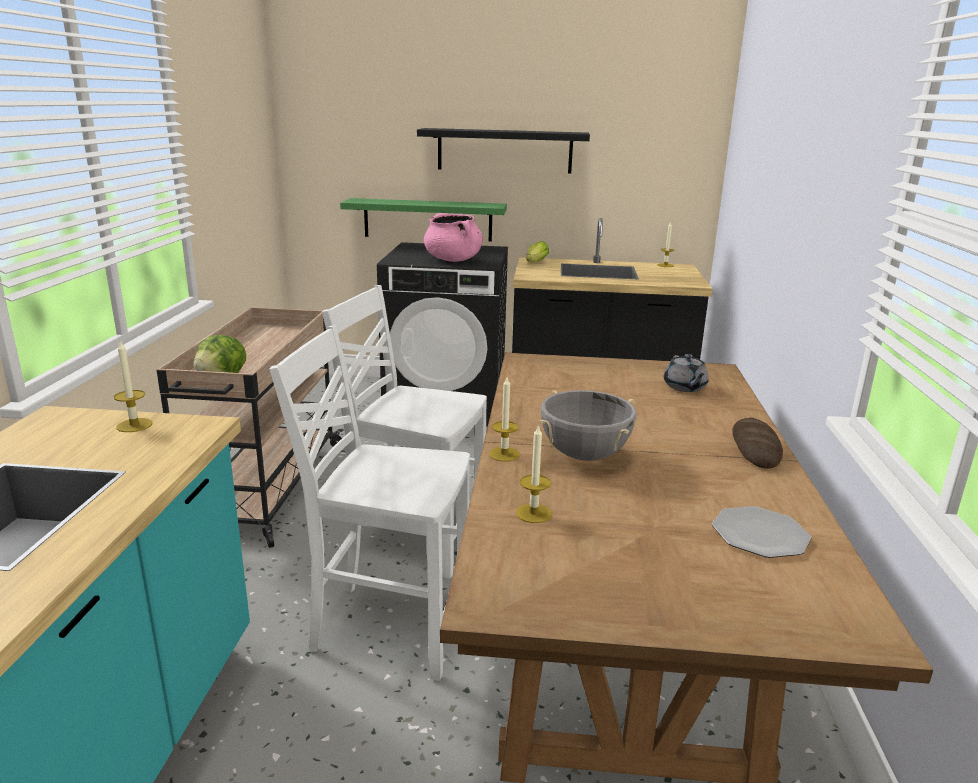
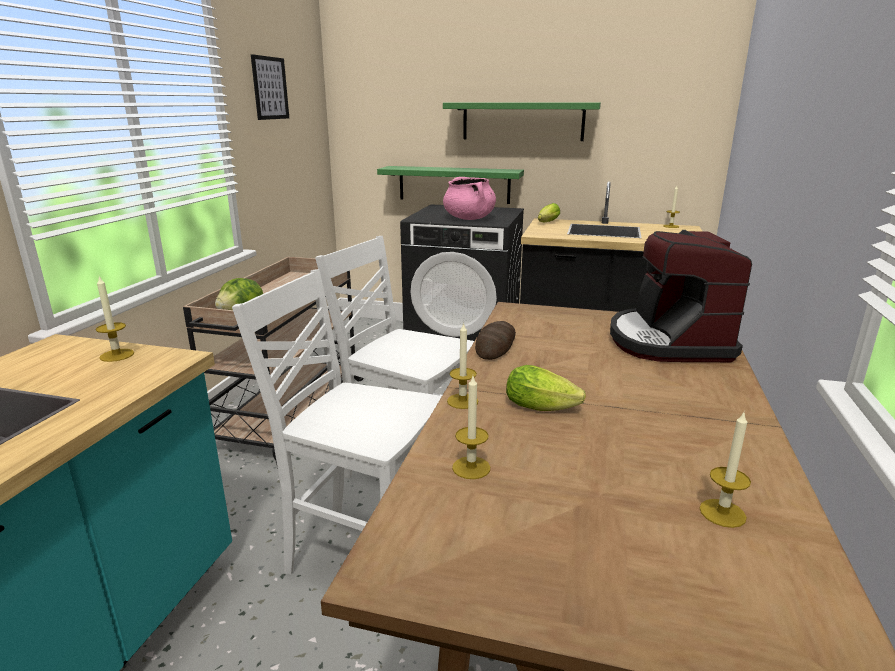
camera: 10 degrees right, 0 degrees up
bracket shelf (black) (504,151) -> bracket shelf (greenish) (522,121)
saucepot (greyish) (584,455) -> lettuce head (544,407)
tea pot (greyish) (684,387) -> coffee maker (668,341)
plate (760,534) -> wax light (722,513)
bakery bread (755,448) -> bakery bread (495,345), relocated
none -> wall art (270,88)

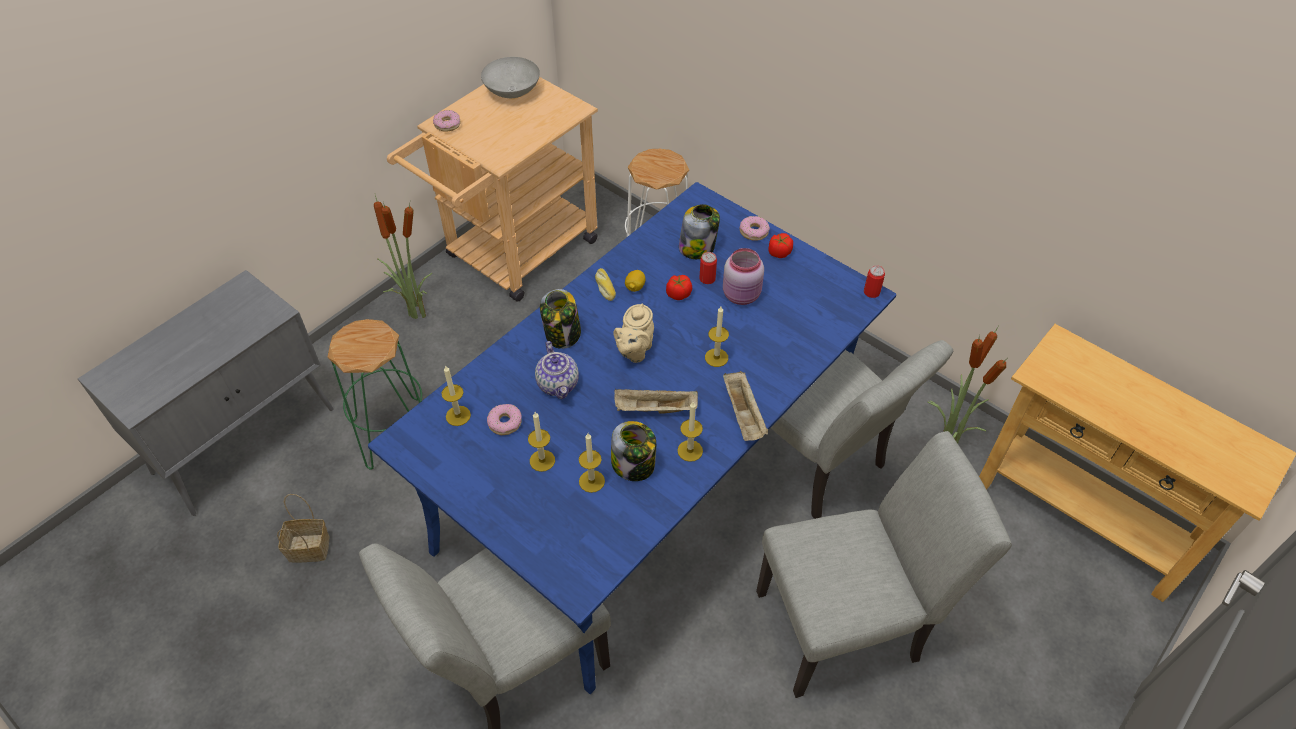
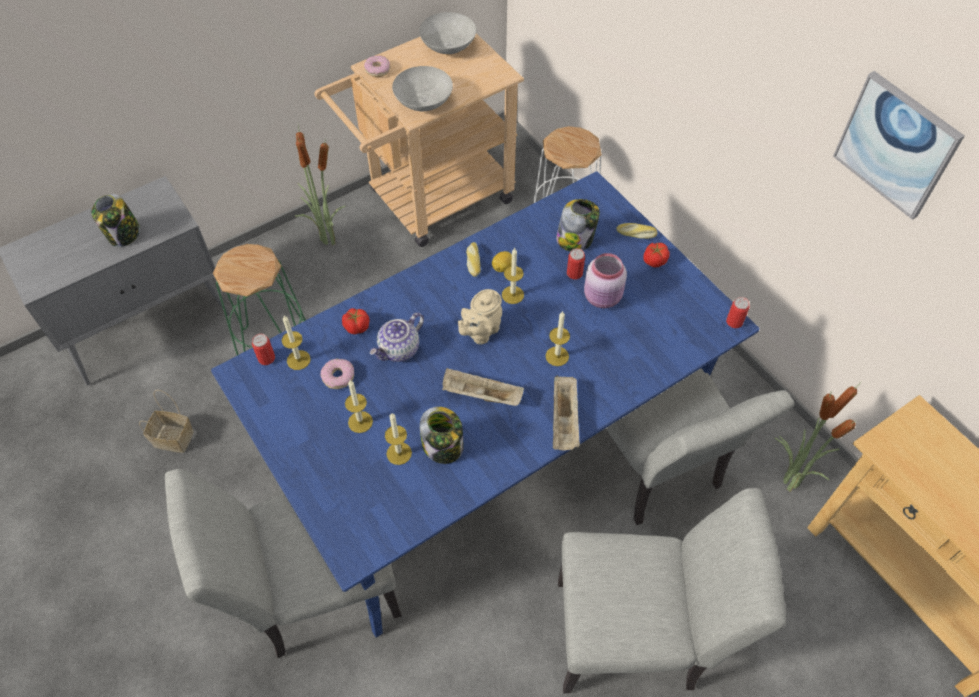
camera: 15 degrees right, 5 degrees up
tea pot (558,384) -> tea pot (399,350), 45 degrees clockwise
storage jar (563,334) -> storage jar (124,235), relocated
fresh tomato (678,294) -> fresh tomato (356,327), relocated
wax light (690,450) -> wax light (512,295), relocated
ring doughnut (753,232) -> bakery bread (636,234)
none -> metal can (266,358)
none -> bowl (greyish) (423,104)
none -> wall art (896,145)

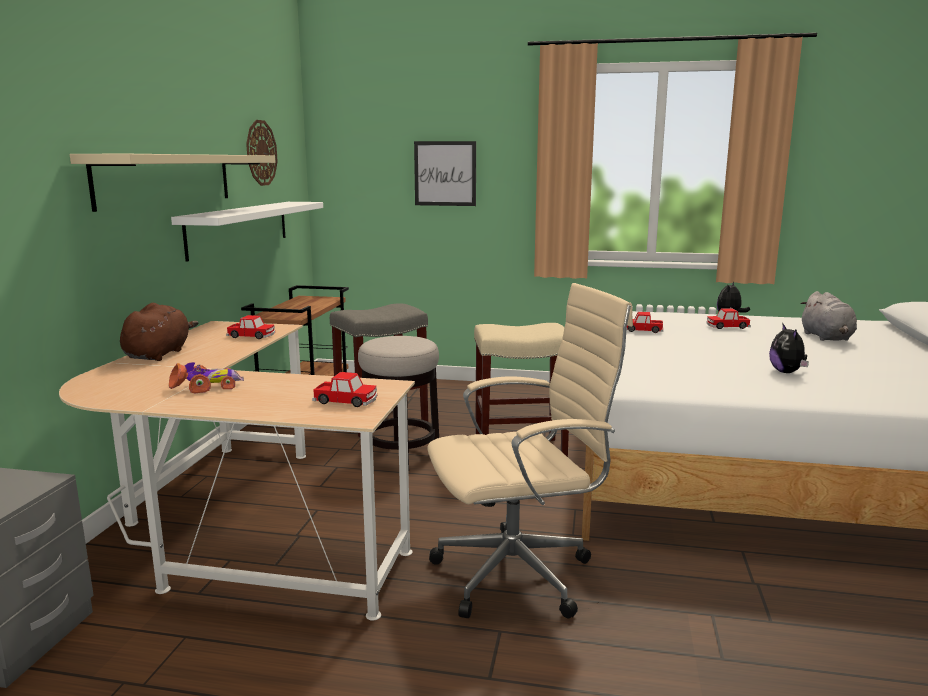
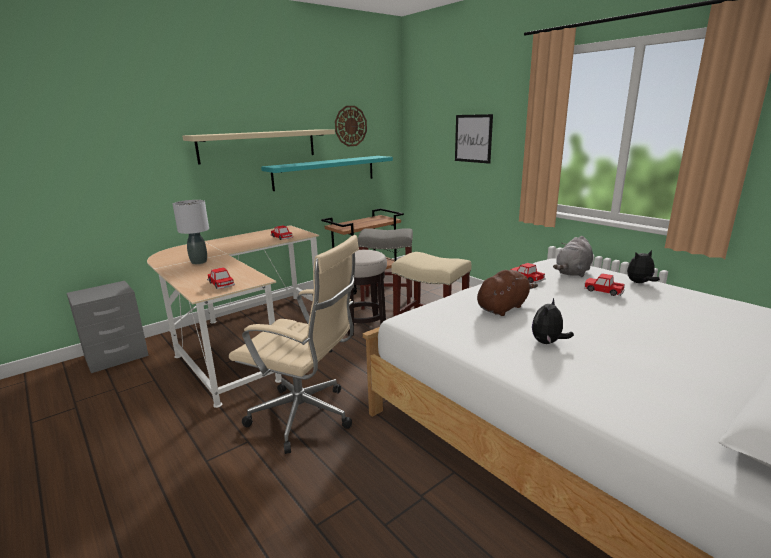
camera: 40 degrees right, 5 degrees up
cuddly toy (brownish) (159,354) -> cuddly toy (brownish) (503,307), relocated
model car (207,387) -> lamp for a table (greyish) (199,262)
bracket shelf (whitish) (239,228) -> bracket shelf (turquoise-coloured) (325,172)
cuddly toy (greyish) (827,338) -> cuddly toy (greyish) (573,272), relocated

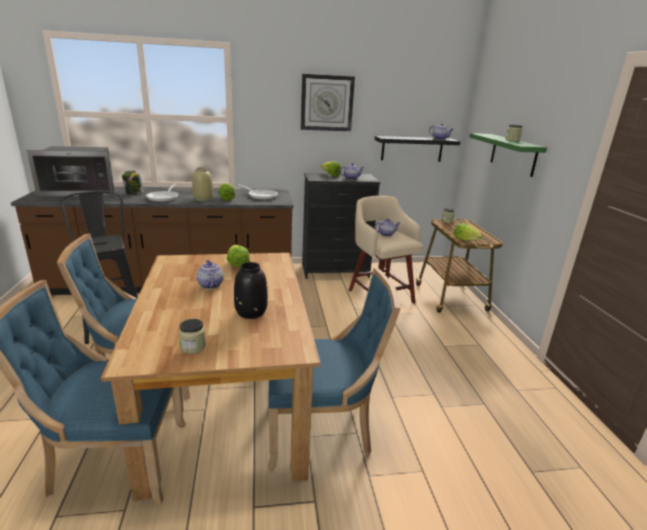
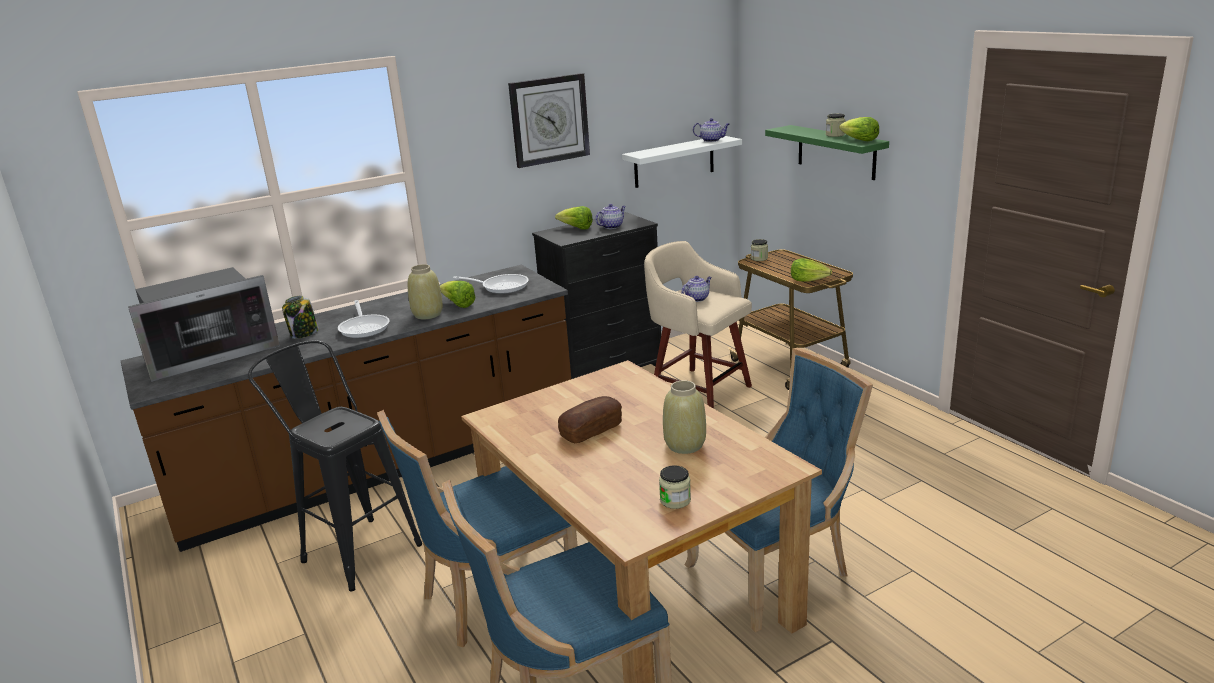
camera: 20 degrees left, 0 degrees up
tea pot (210,285) -> bakery bread (591,430)
lettuce head (237,264) -> lettuce head (858,140), relocated
vase (black) (251,312) -> vase (sand-coloured) (685,445)
bracket shelf (black) (412,149) -> bracket shelf (whitish) (674,162)

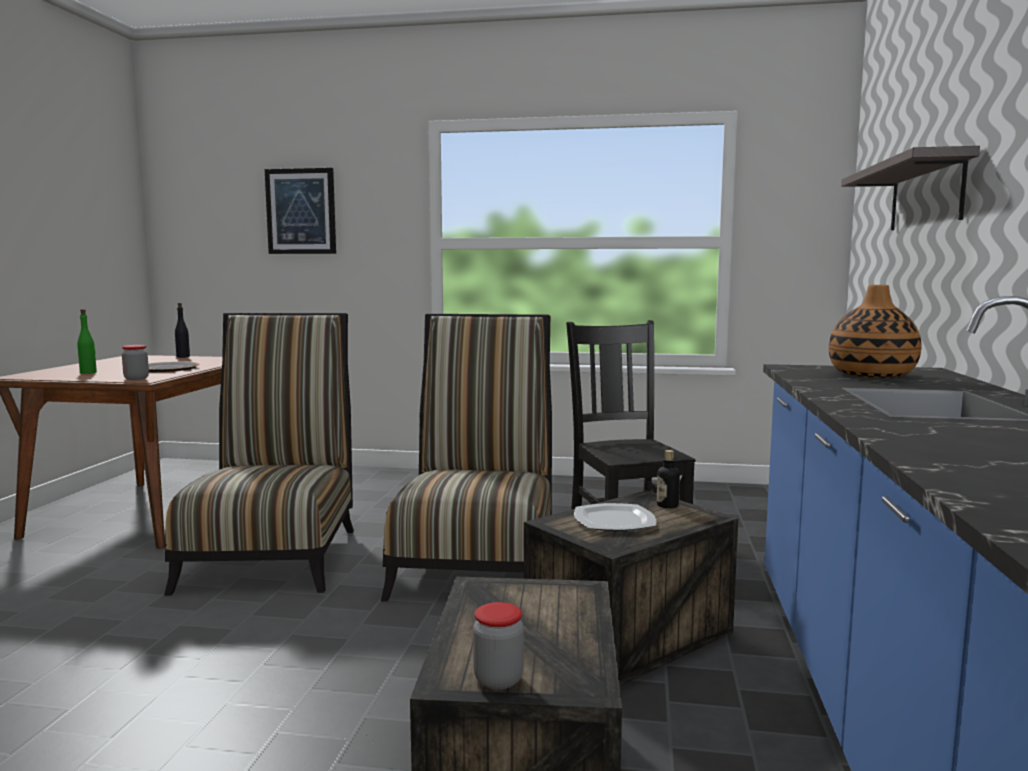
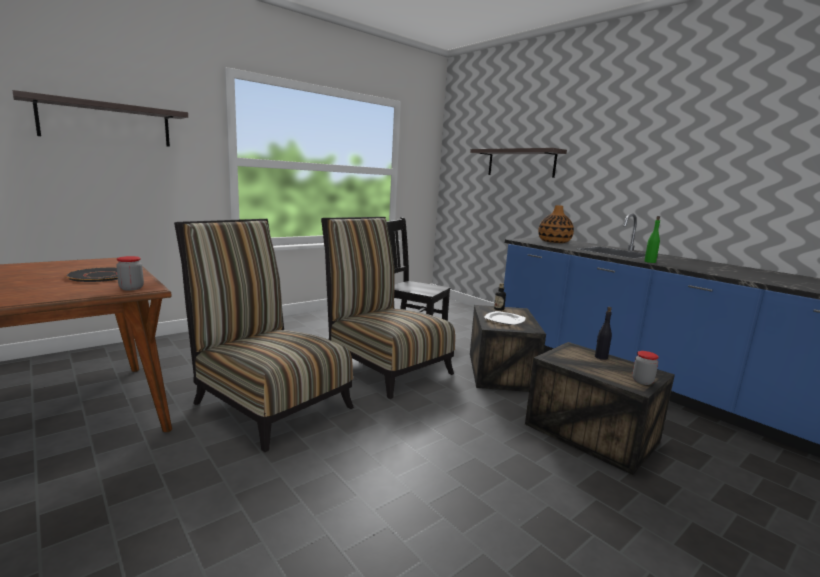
camera: 50 degrees left, 5 degrees up
beverage bottle (greenish) (88,372) -> beverage bottle (greenish) (649,262), relocated
beverage bottle (black) (183,357) -> beverage bottle (black) (601,357), relocated
wall art (301,211) -> bracket shelf (106,123)

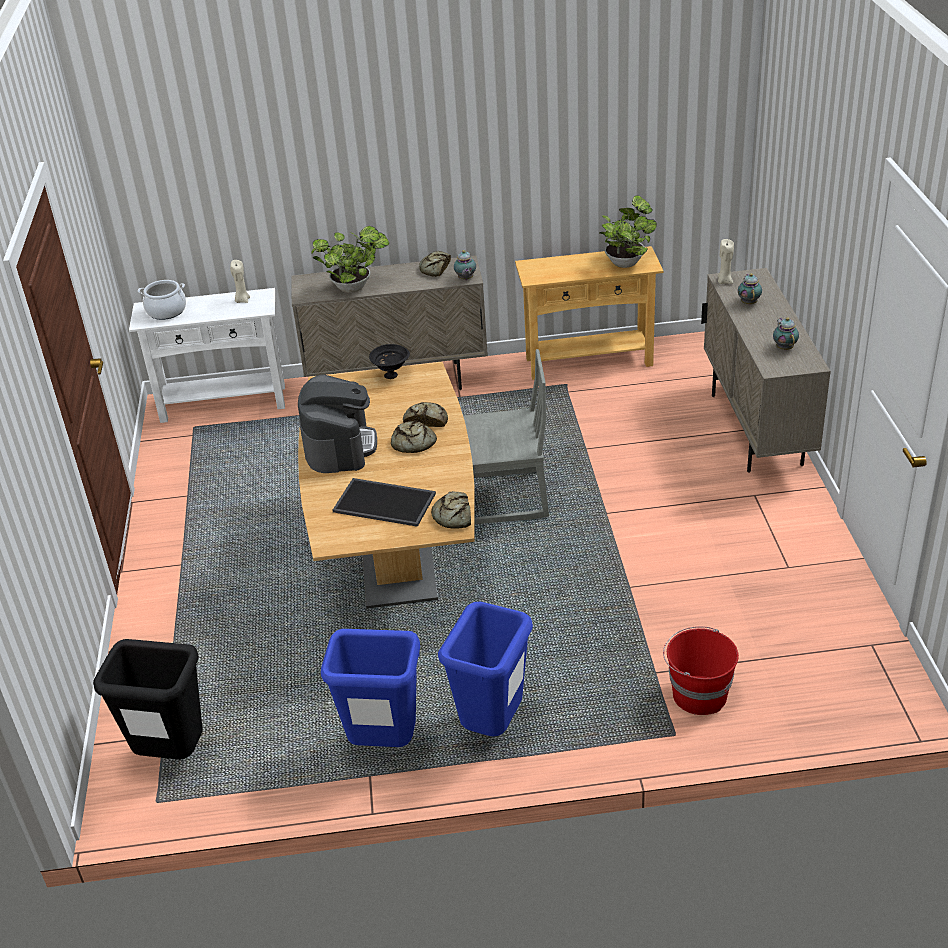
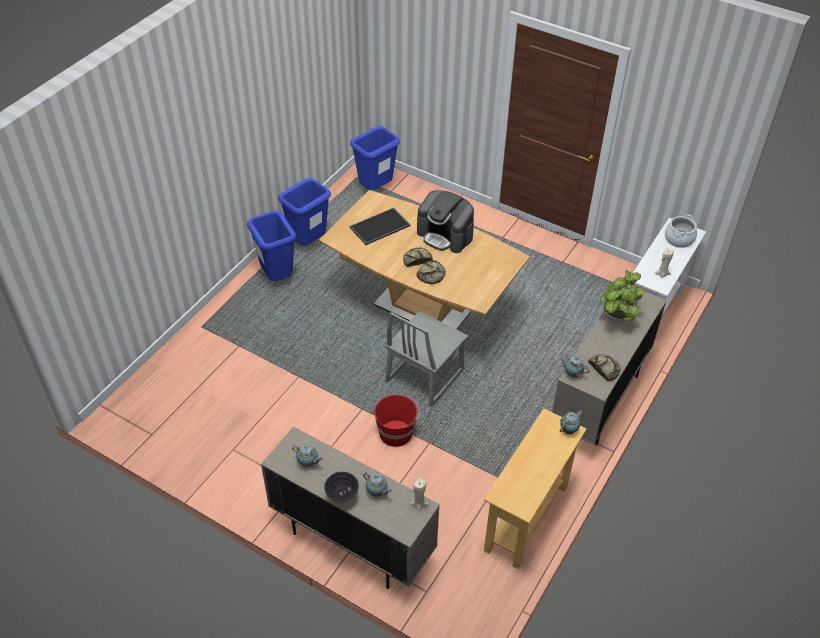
camera: 125 degrees right, 10 degrees up
rubbish bin (black) (171,756) -> rubbish bin (bluish) (376,189)
bowl (black) (392,375) -> bowl (black) (342,498), relocated
bakery bread (453,516) -> none
plant in a pot (626,262) -> none
water bucket (red-coloured) (698,694) -> water bucket (red-coloured) (396,432), relocated
none -> tea pot (569,430)

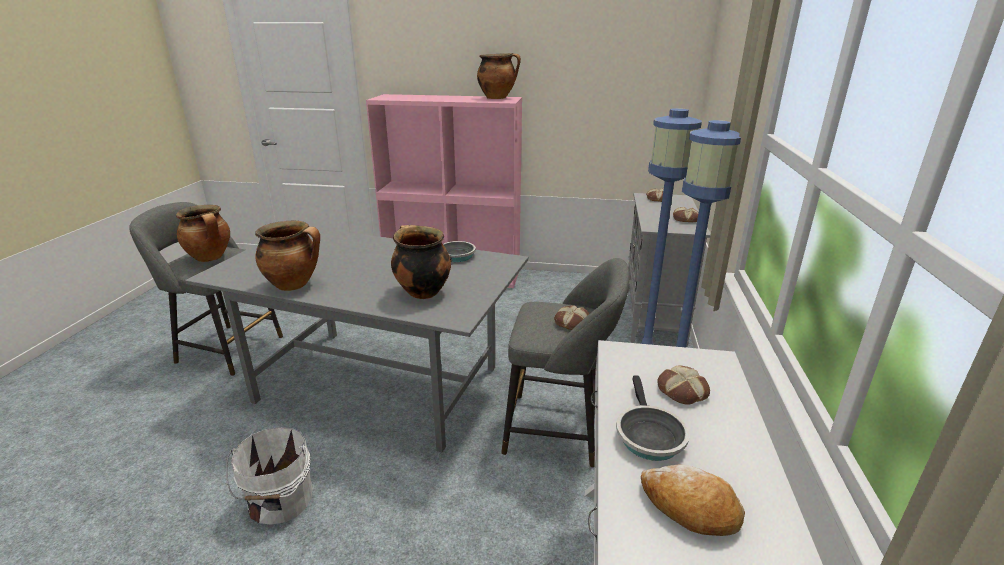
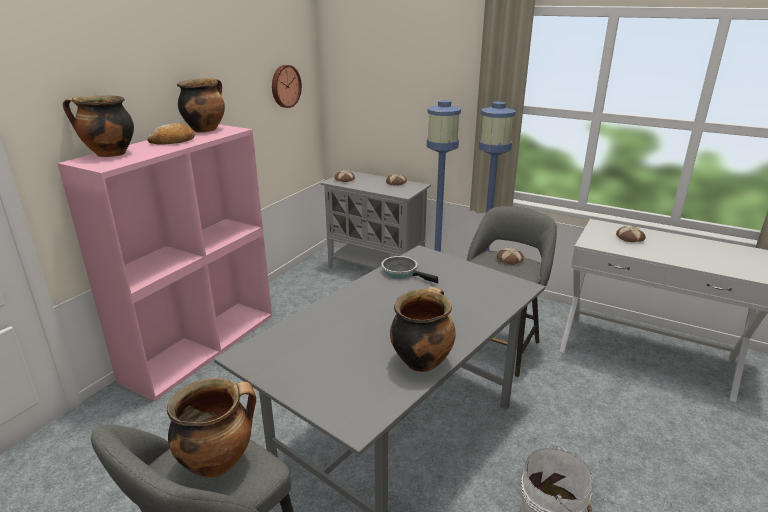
camera: 70 degrees left, 0 degrees up
saucepot (422,292) -> saucepot (109,154), relocated
pan (648,435) -> none
bakery bread (689,508) -> bakery bread (173,141), relocated
none -> clock on the wall (285,86)

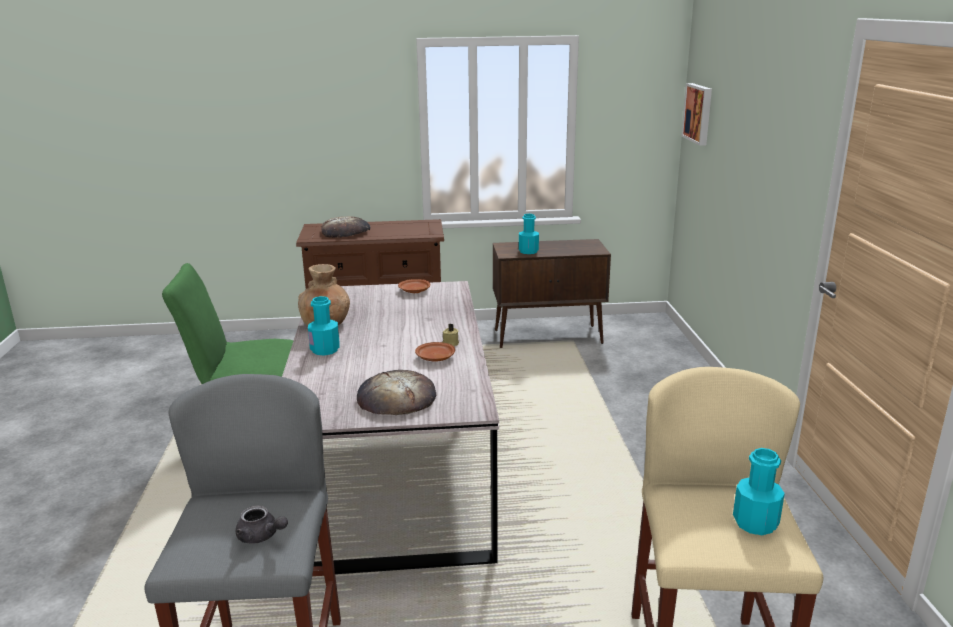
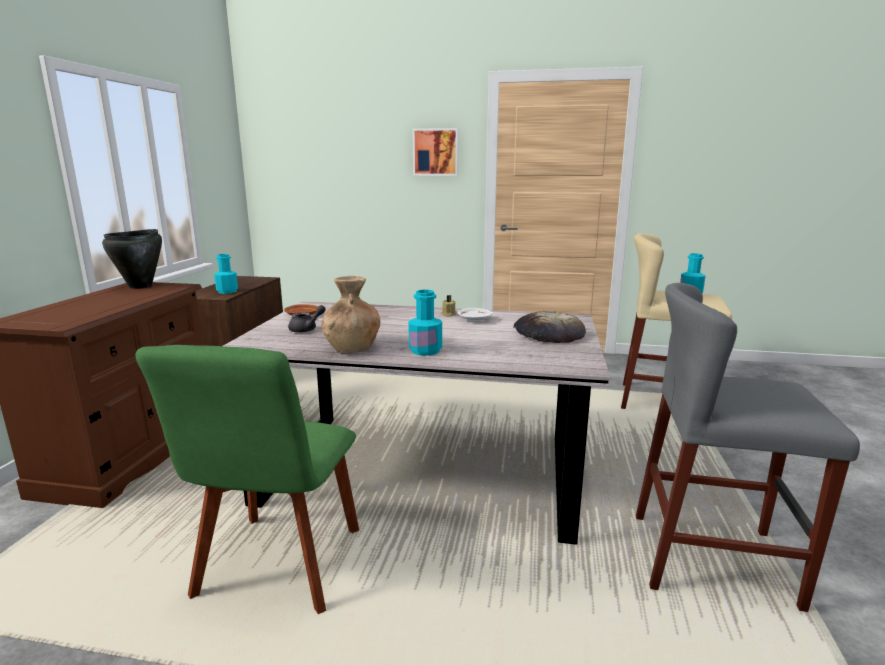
camera: 75 degrees left, 5 degrees down
tea pot (greyish) (261,536) -> tea pot (greyish) (307,329), relocated
bakery bread (346,232) -> none
plate (brownish) (435,358) -> plate (whitish) (475,320)
wall art (699,113) -> wall art (436,152), relocated
none -> saucepot (black) (141,286)

